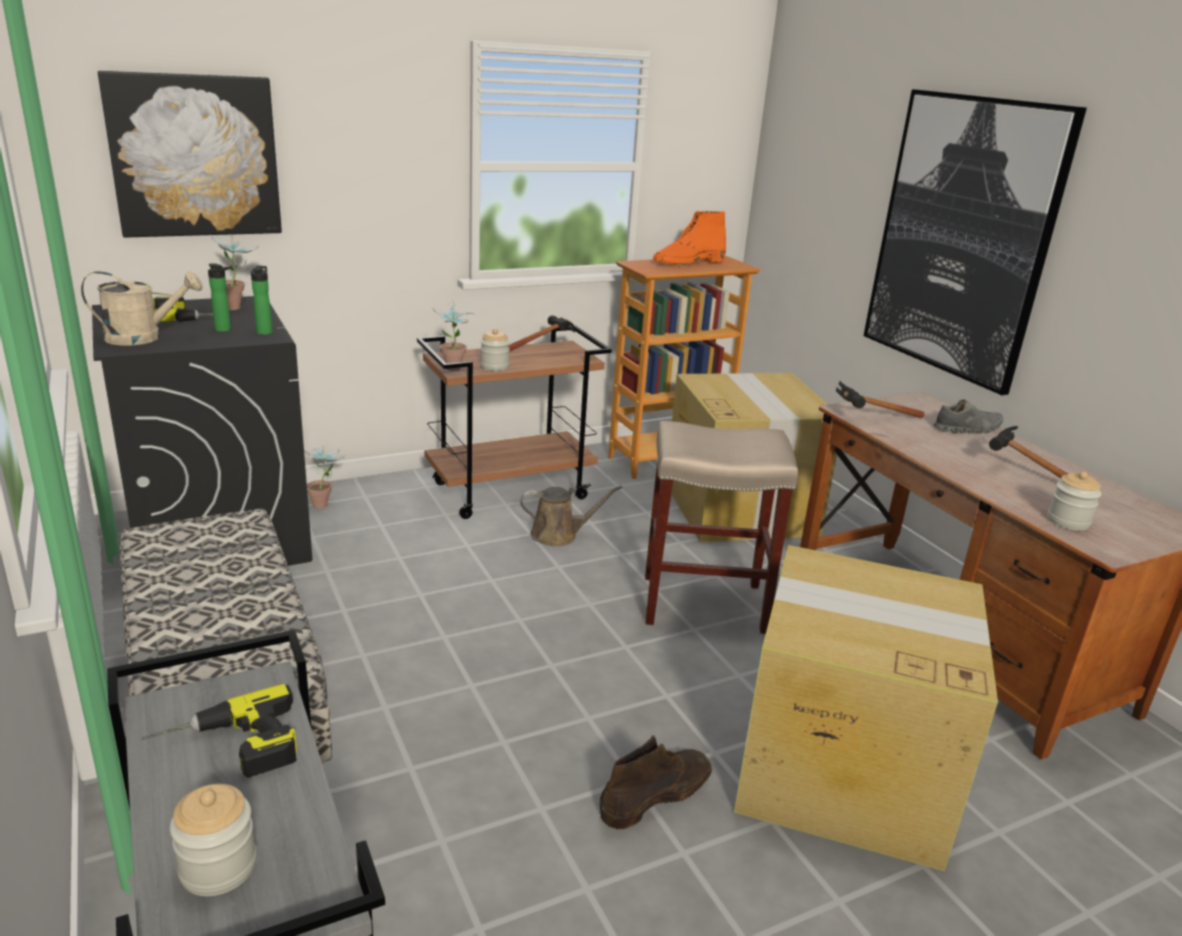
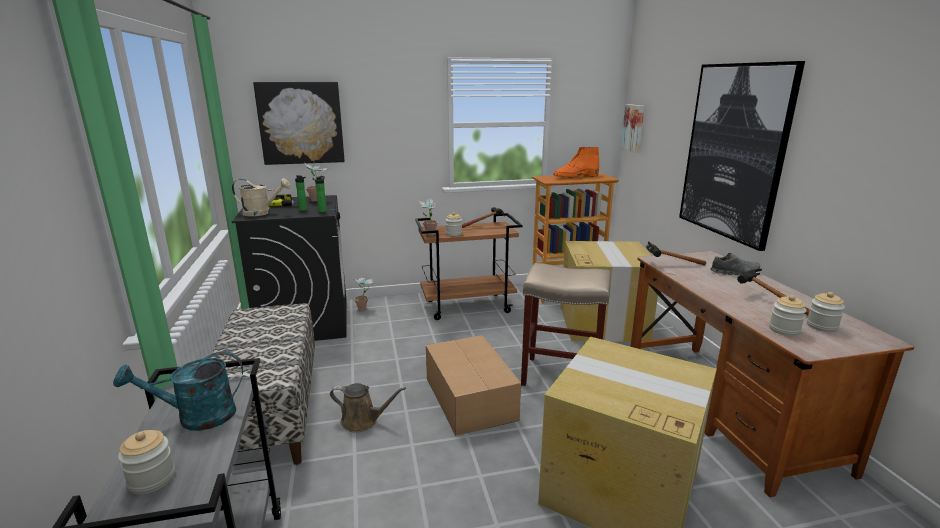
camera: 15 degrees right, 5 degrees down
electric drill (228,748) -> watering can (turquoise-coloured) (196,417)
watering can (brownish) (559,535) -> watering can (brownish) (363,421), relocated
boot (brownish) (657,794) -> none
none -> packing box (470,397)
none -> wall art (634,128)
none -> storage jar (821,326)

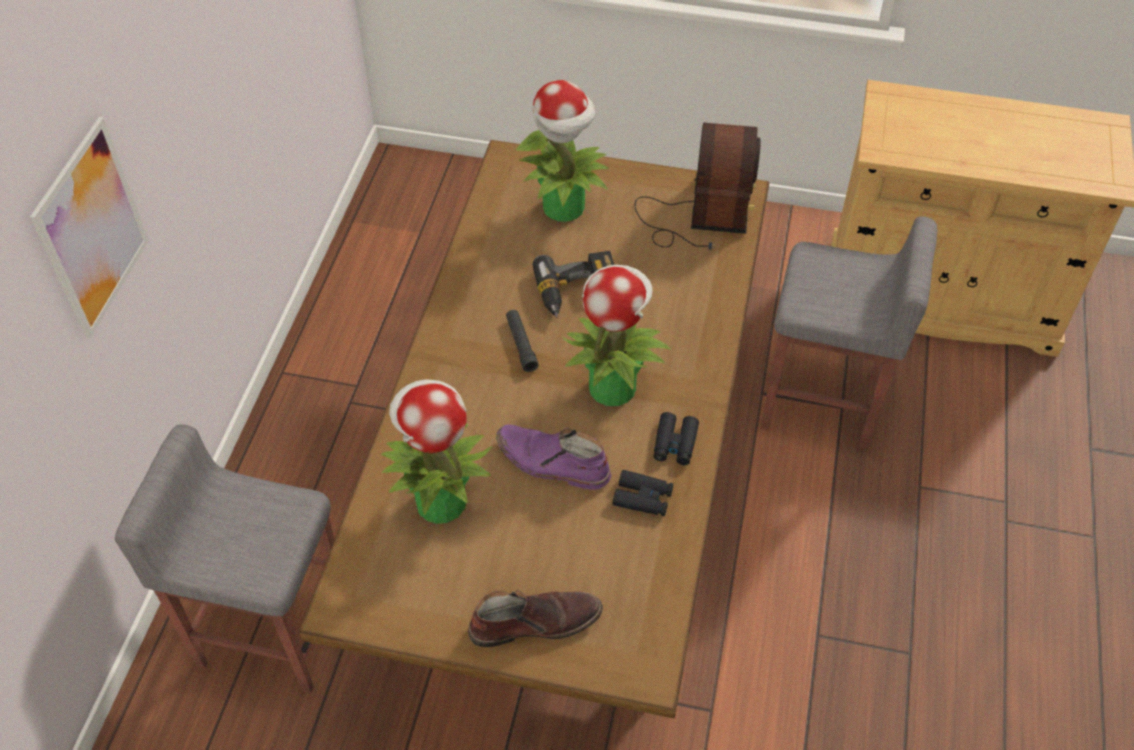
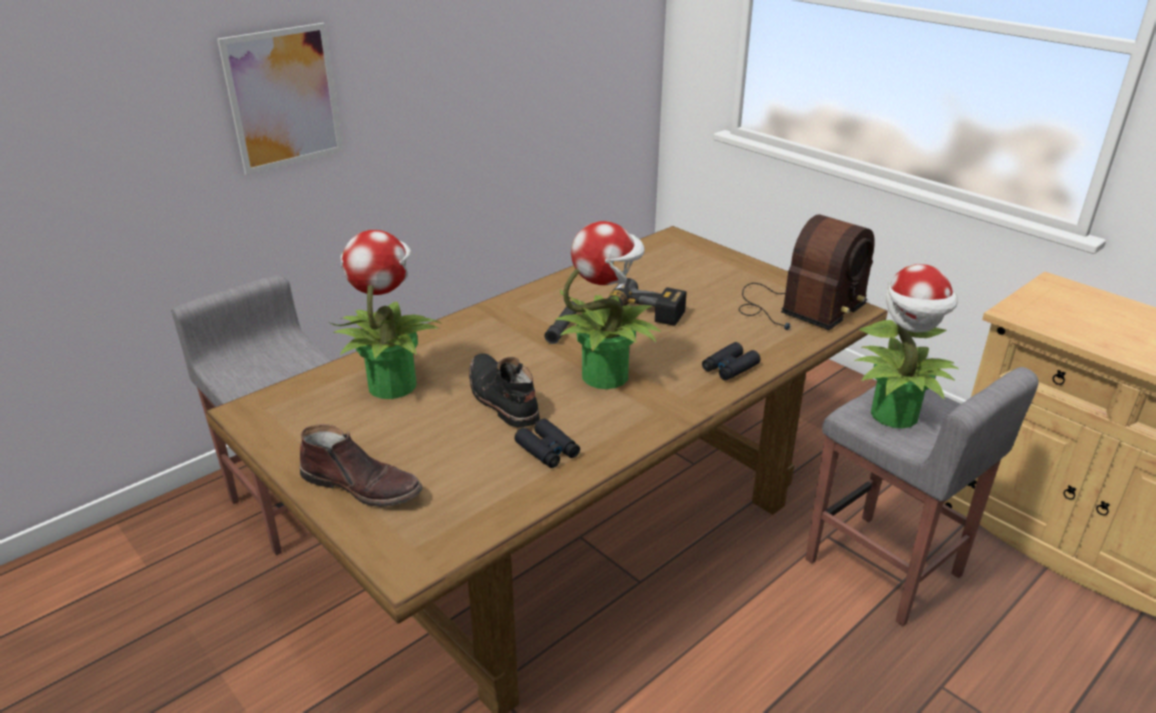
camera: 35 degrees right, 20 degrees down
boot (purplish) (552,463) -> boot (black) (501,399)
plant in a pot (565,207) -> plant in a pot (895,416), relocated
field glasses (black) (675,443) -> field glasses (black) (729,368), relocated

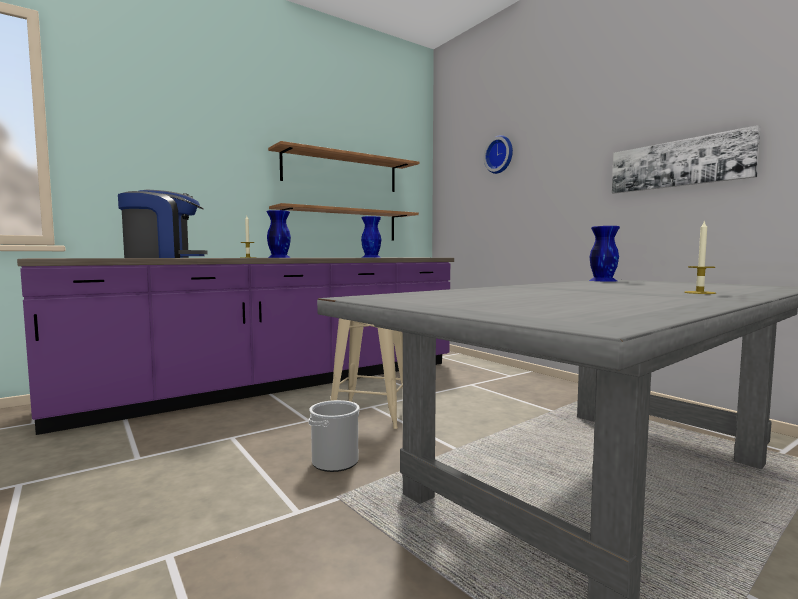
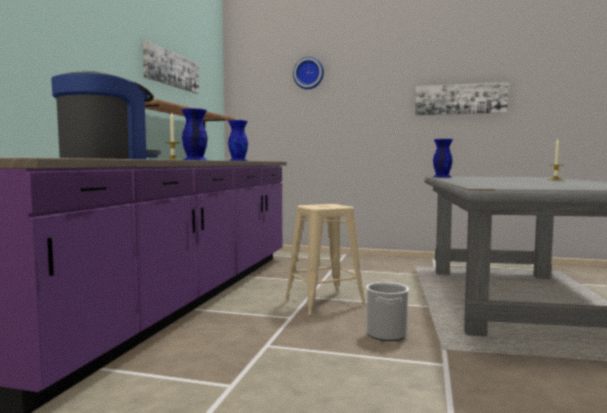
camera: 40 degrees left, 0 degrees up
bracket shelf (341,172) -> wall art (171,69)

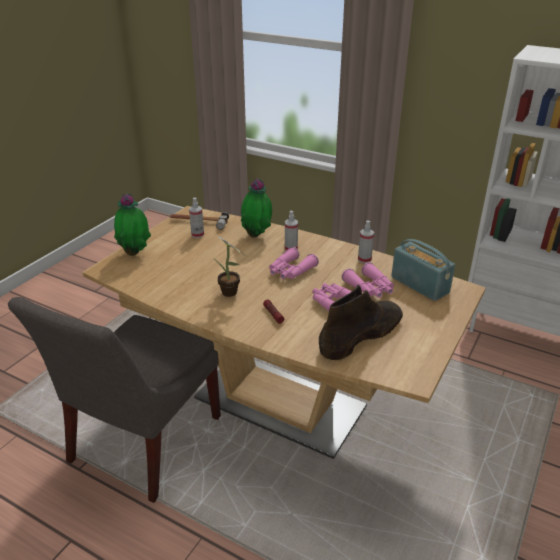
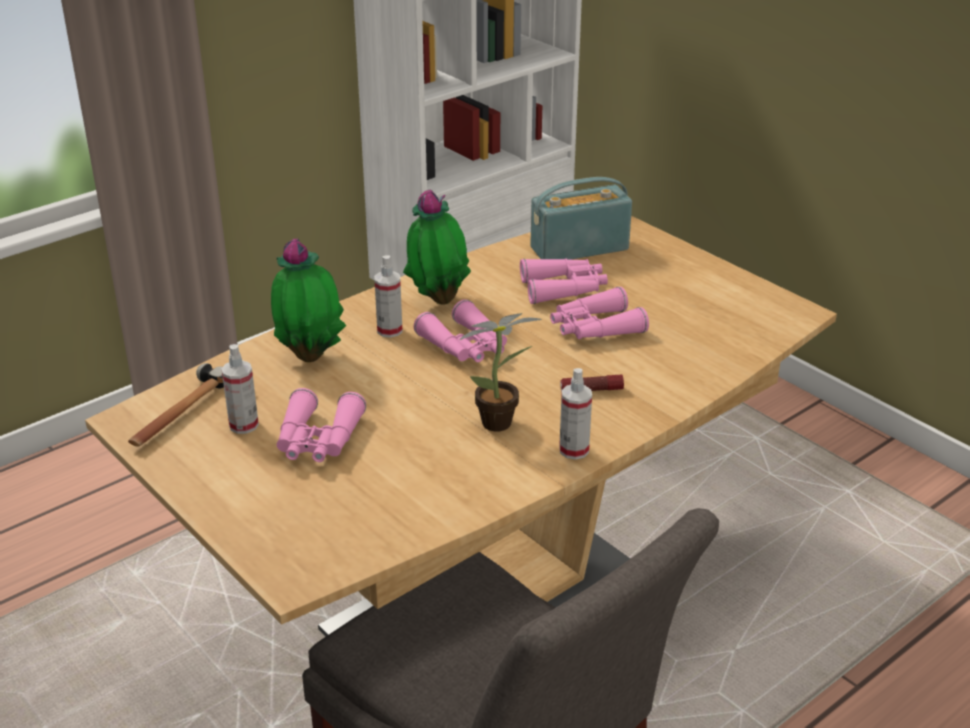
camera: 70 degrees left, 0 degrees up
plant in a pot (135,253) -> plant in a pot (438,299), relocated
boot (brownish) (361,334) -> none
sprayer (364,259) -> sprayer (574,450), relocated
none -> field glasses (pink-coloured) (318,440)

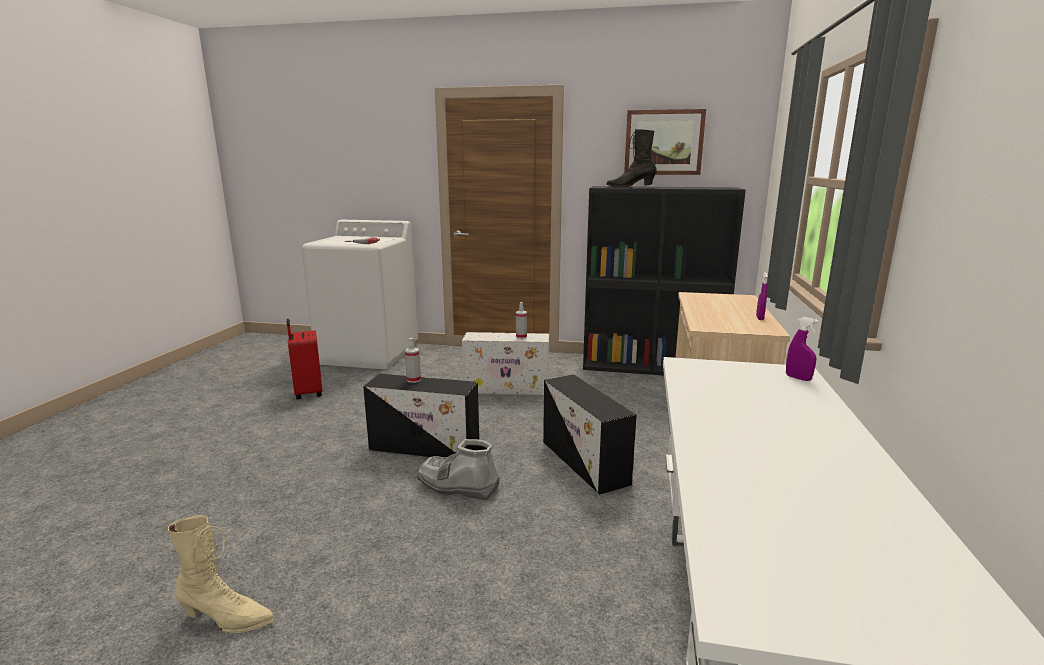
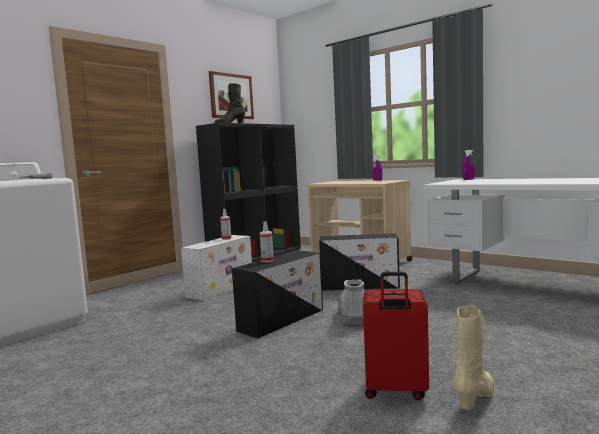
camera: 60 degrees left, 10 degrees down
suitcase (red-coloured) (307,393) -> suitcase (red-coloured) (395,391), relocated
boot (greyish) (458,486) -> boot (greyish) (354,316), 135 degrees clockwise

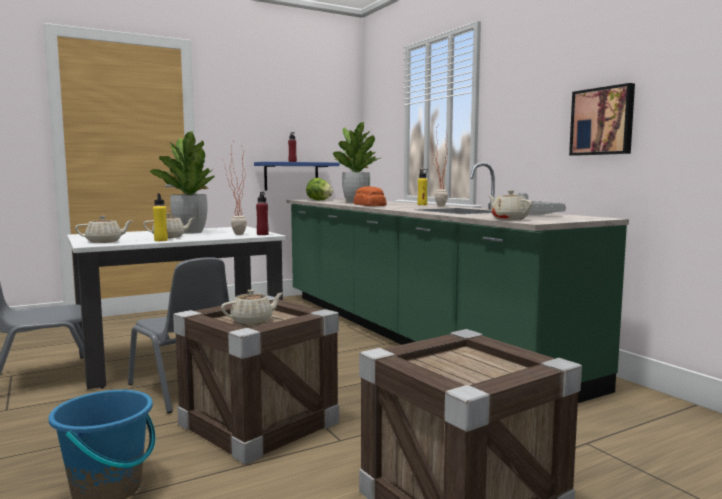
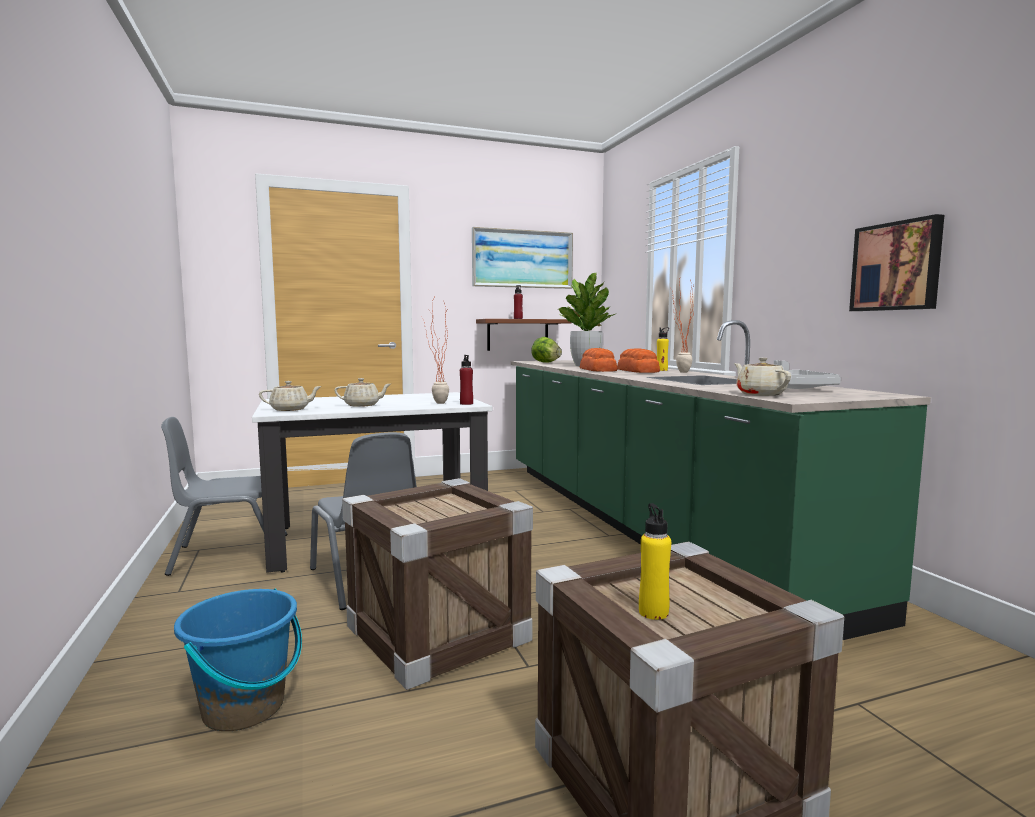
camera: 10 degrees right, 0 degrees up
plant in a pot (189,232) -> none
beverage bottle (yellowish) (161,240) -> beverage bottle (yellowish) (653,612), relocated
tea pot (sand-coloured) (253,321) -> none
bracket shelf (bluish) (291,176) -> bracket shelf (brownish) (517,335)
none -> wall art (522,259)
none -> bakery bread (637,371)

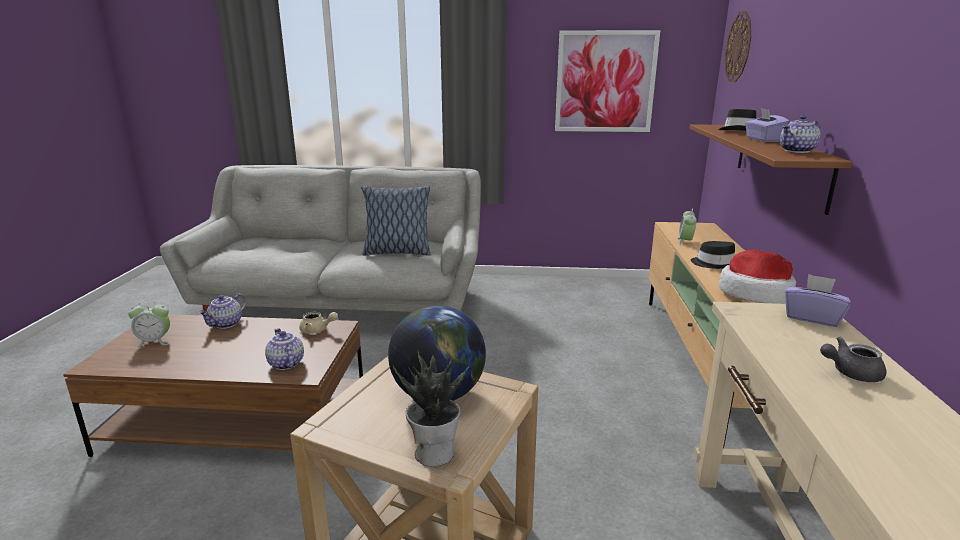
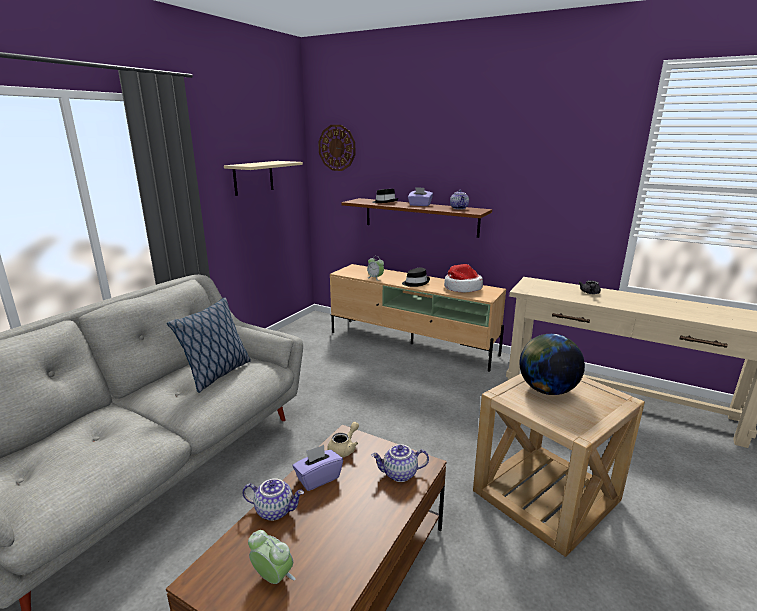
camera: 65 degrees left, 0 degrees up
table clock (154,341) -> table clock (273,577), 75 degrees counterclockwise
tea pot (226,324) -> tea pot (275,510), 45 degrees counterclockwise
plant in a pot (434,451) -> none
wall art (605,82) -> bracket shelf (sand-coloured) (253,177)
tissue box (purplish) (812,317) -> tissue box (purplish) (318,478), relocated

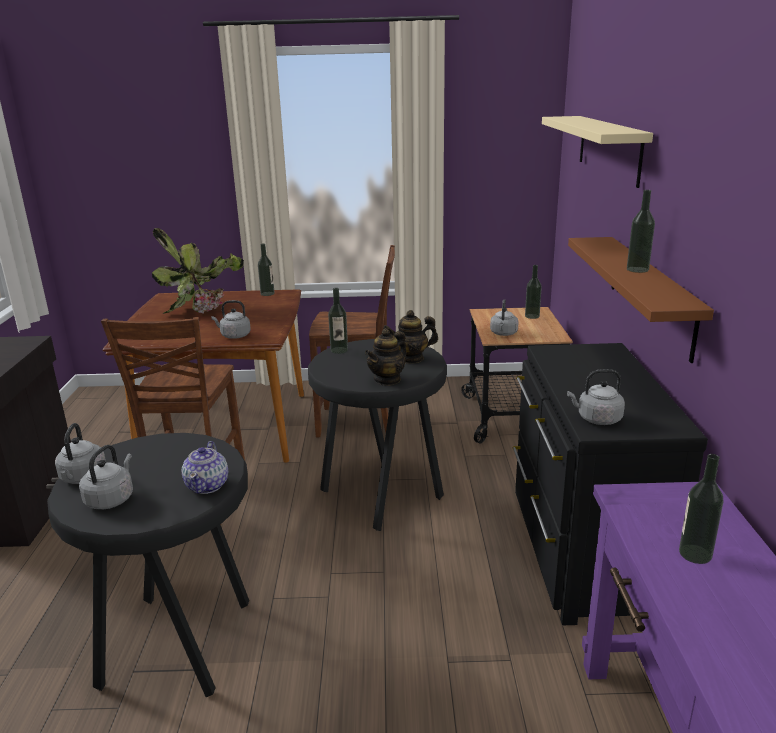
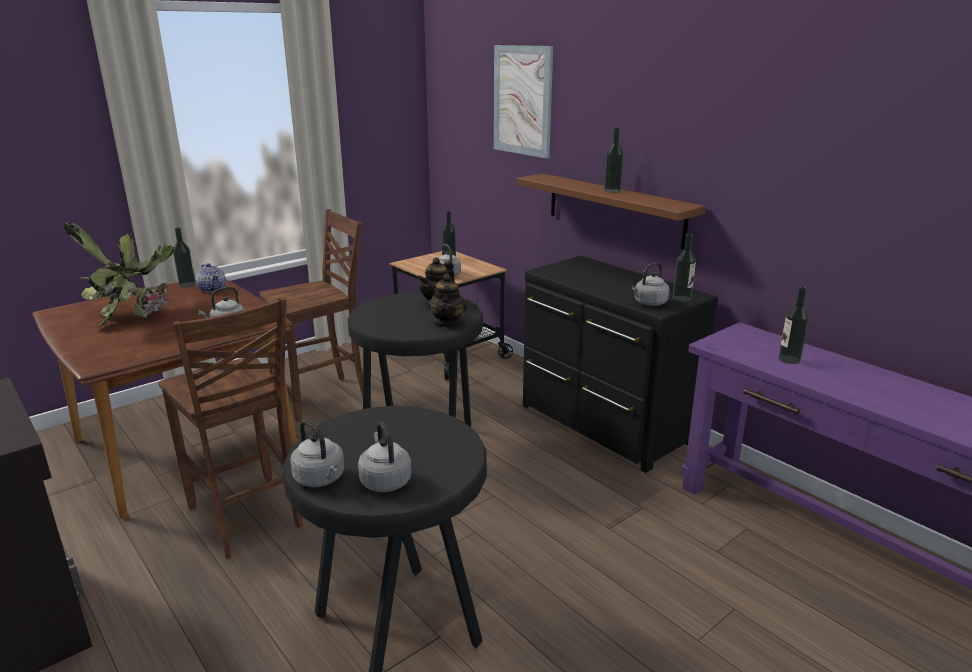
camera: 40 degrees left, 0 degrees up
tea pot (208,485) -> tea pot (212,289), relocated
beverage bottle (339,350) -> beverage bottle (681,298), relocated
bracket shelf (sand-coloured) (608,148) -> wall art (522,101)

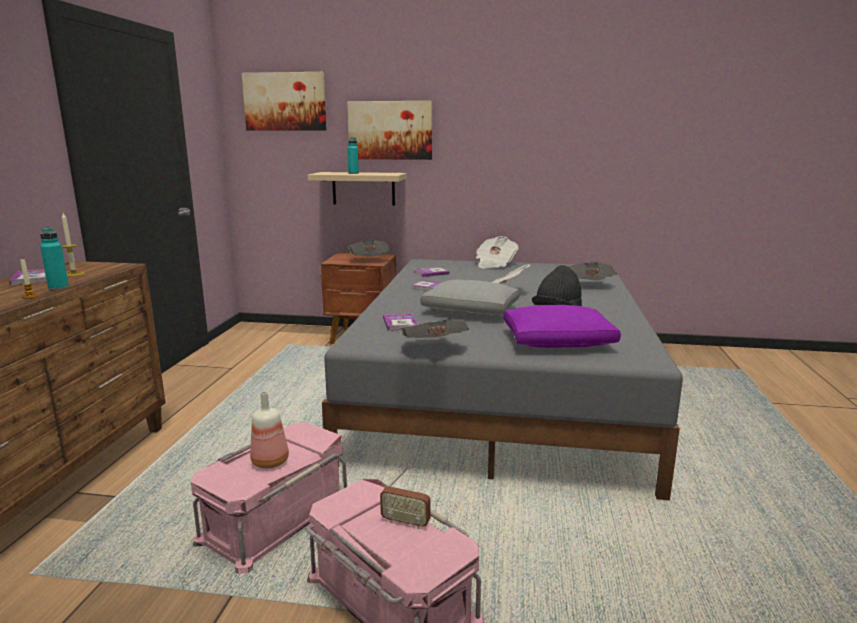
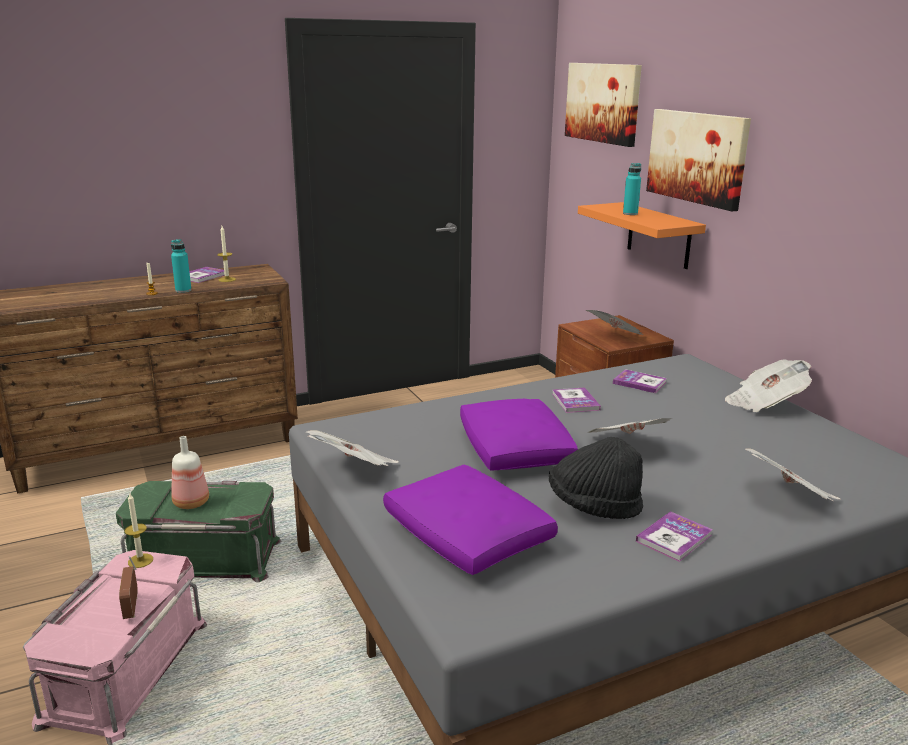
camera: 55 degrees right, 5 degrees up
storage box (pink-coloured) (275,518) -> storage box (greenish) (204,557)
bracket shelf (sand-coloured) (363,188) -> bracket shelf (orange) (659,235)
volume (400,323) -> volume (674,538), relocated
pillow (greyish) (469,311) -> pillow (purplish) (514,450)
none -> wax light (140,560)

